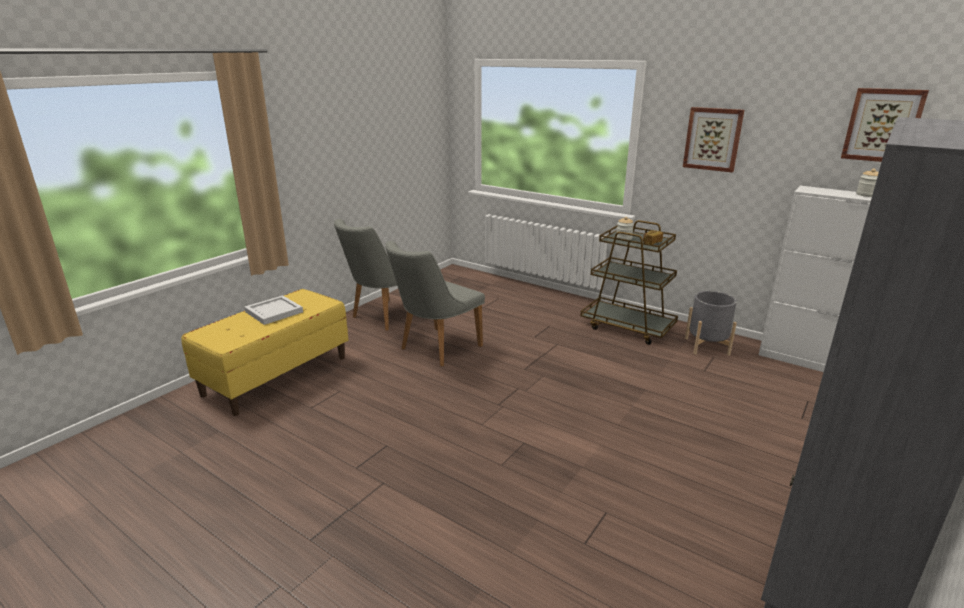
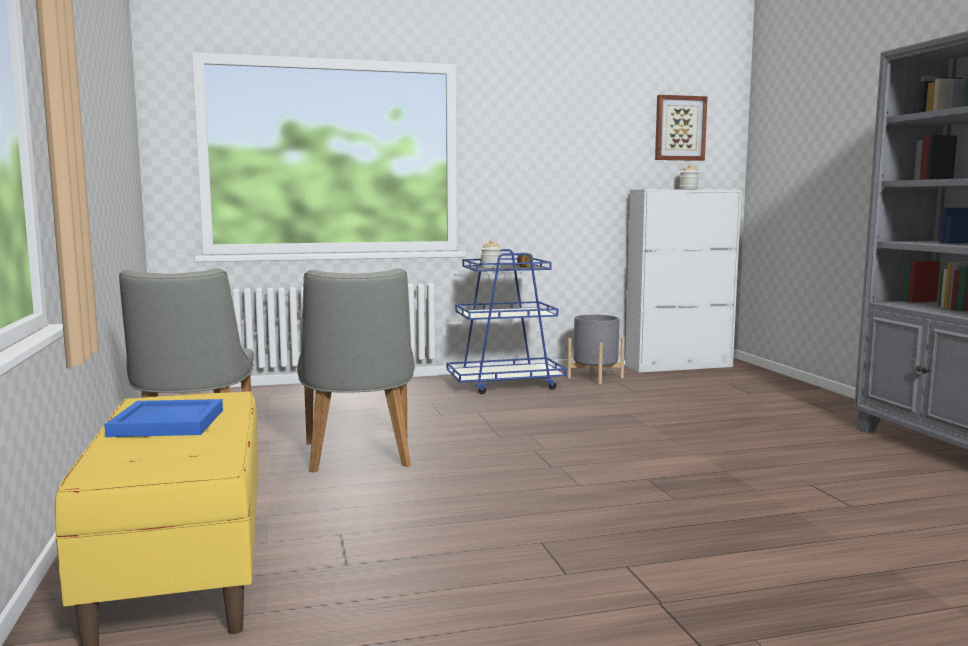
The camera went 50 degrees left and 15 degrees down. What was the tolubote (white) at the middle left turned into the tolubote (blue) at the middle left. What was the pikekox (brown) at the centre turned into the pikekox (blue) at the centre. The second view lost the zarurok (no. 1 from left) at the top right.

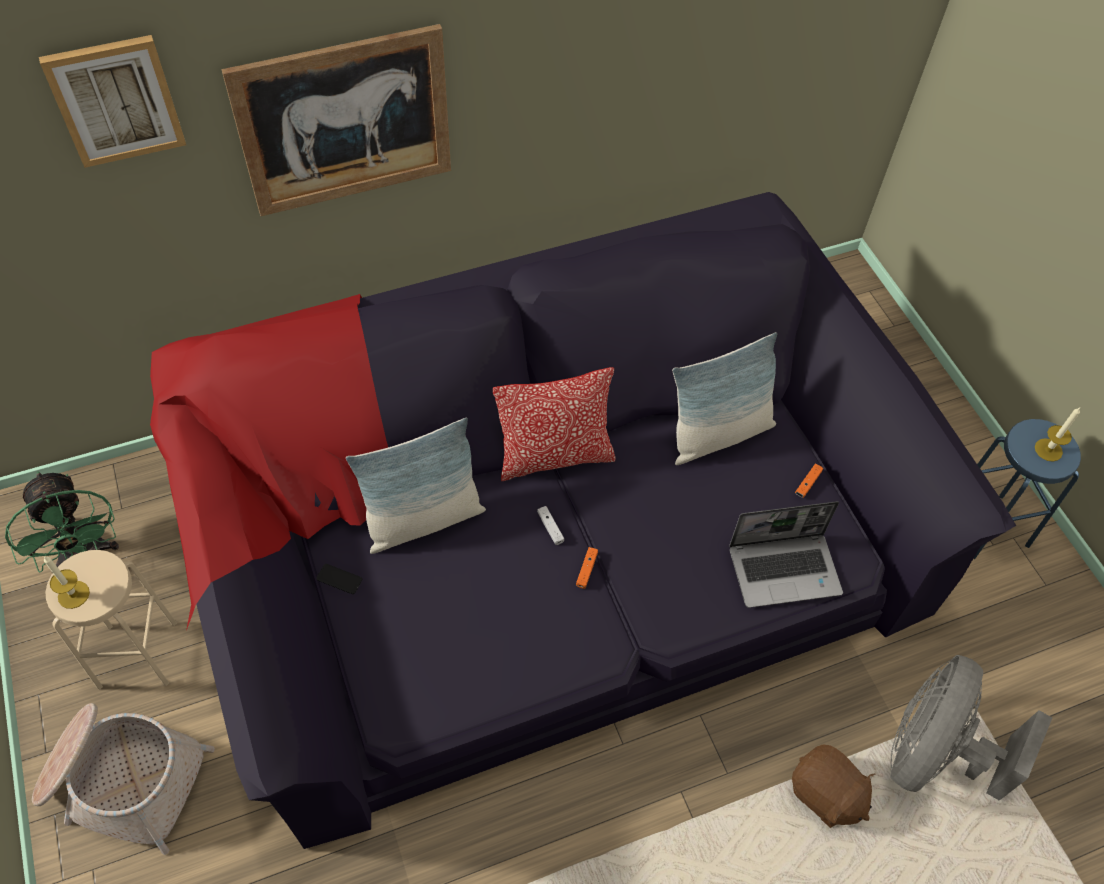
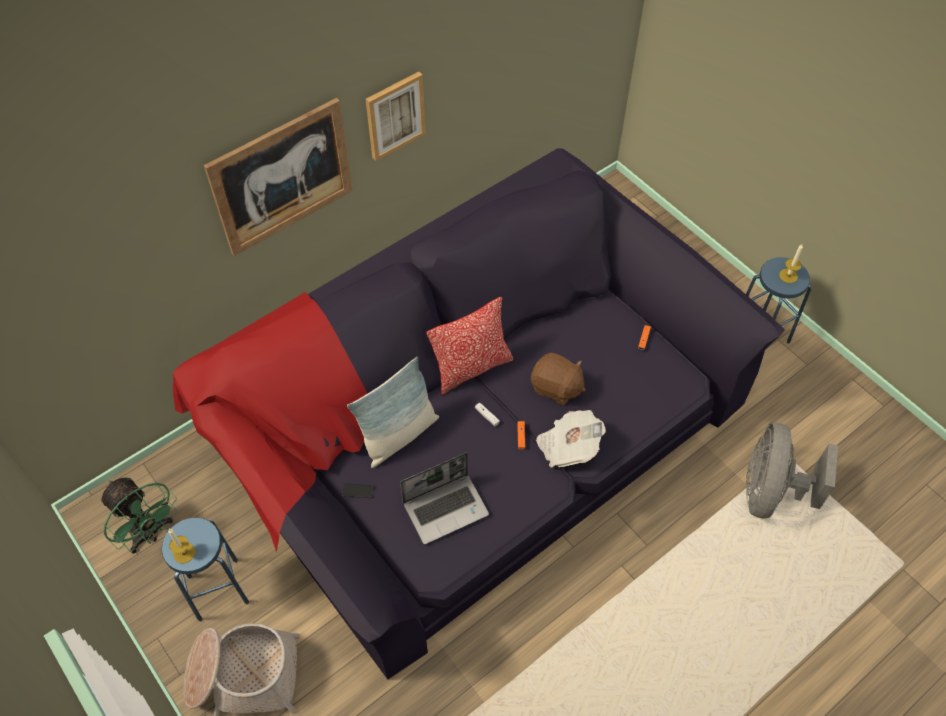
The camera went 15 degrees left and 0 degrees up. What was the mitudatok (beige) at the bottom left turned into the mitudatok (blue) (no. 1 from left) at the bottom left. The zarurok (no. 1 from left in the first image) ended up elsewhere, having gone from the top left to the top centre. The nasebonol ended up elsewhere, having gone from the middle right to the bottom centre. The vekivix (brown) ended up elsewhere, having gone from the bottom right to the centre. The second view gained the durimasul at the centre. The second view lost the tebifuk (no. 3 from left) at the centre.

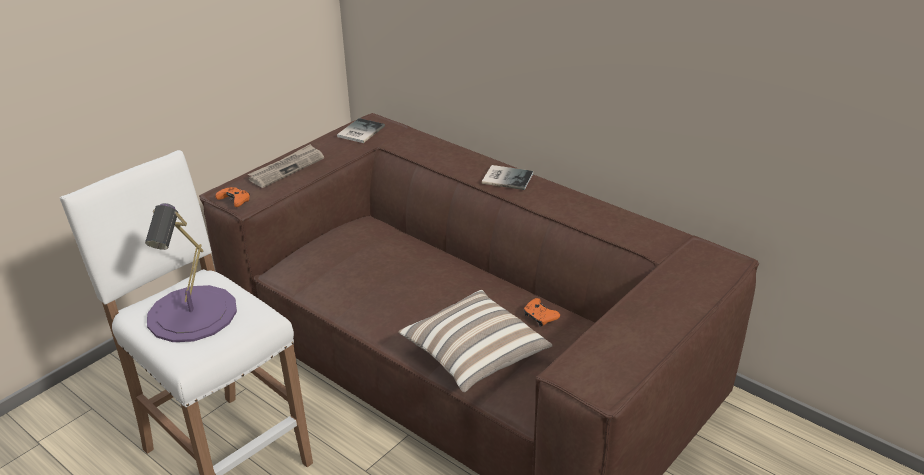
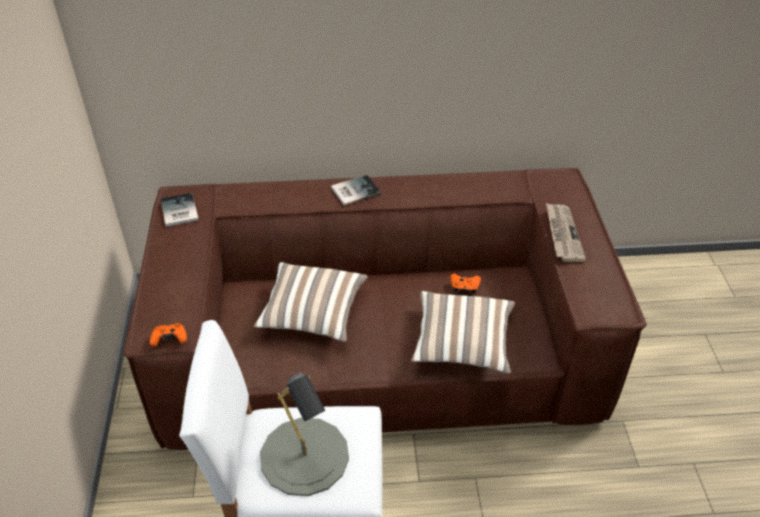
The camera went 45 degrees left and 10 degrees up. The second view gained the tebifuk (no. 1 from left) at the centre. What was the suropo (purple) at the middle left turned into the suropo (grey) at the bottom centre. The durimasul ended up elsewhere, having gone from the middle left to the middle right.

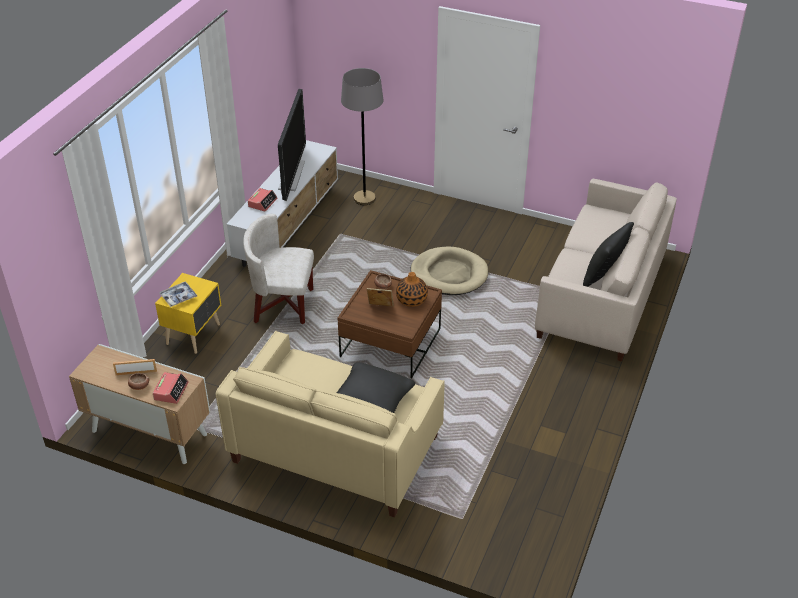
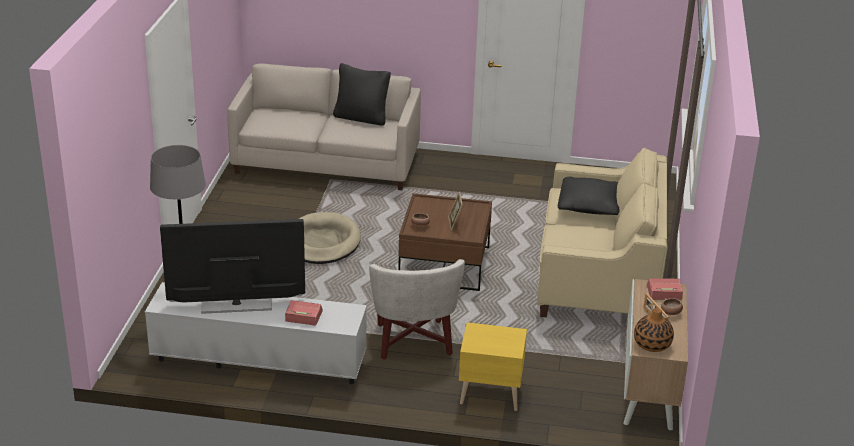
The camera went 105 degrees left and 10 degrees down. The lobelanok ended up elsewhere, having gone from the centre to the bottom right. The second view lost the tolubote at the middle left.

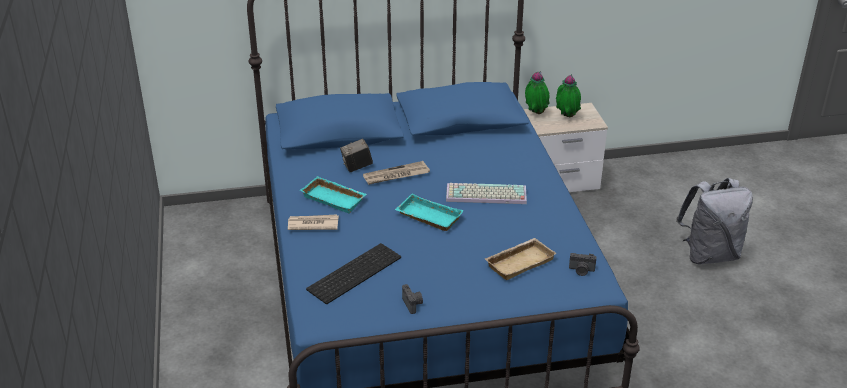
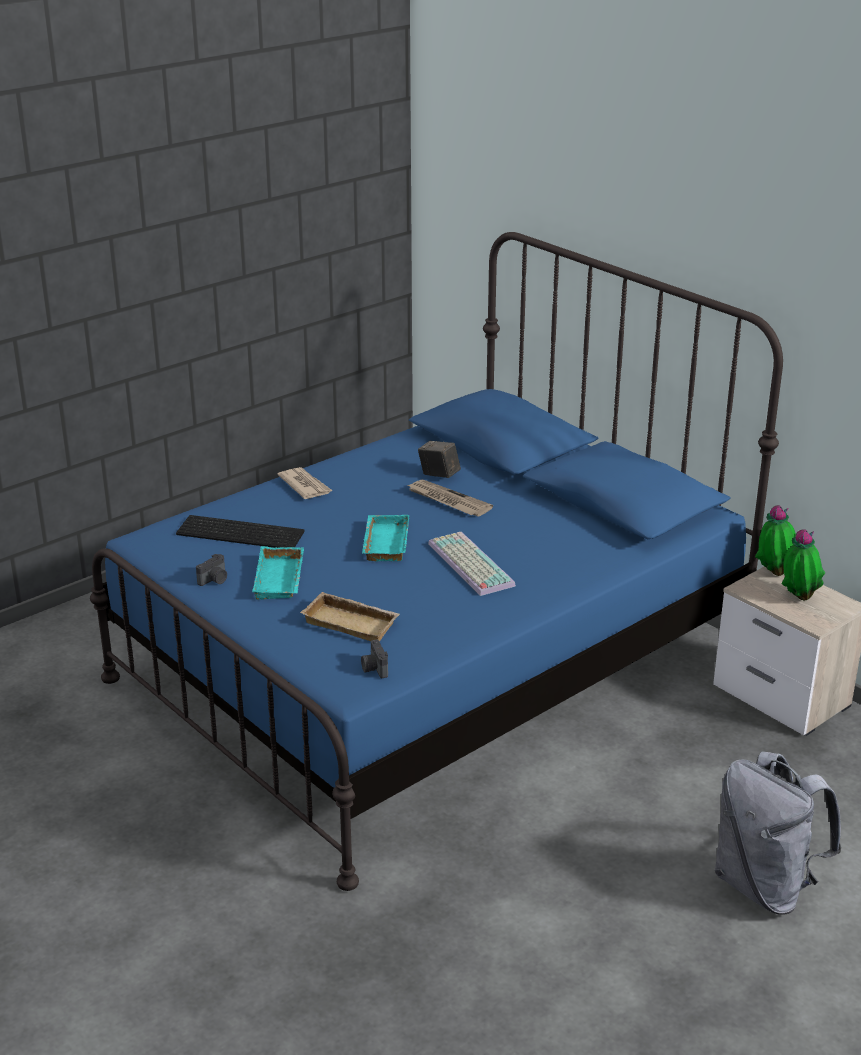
The camera went 60 degrees right and 5 degrees down. The tolubote (turquoise) (no. 1 from left) ended up elsewhere, having gone from the centre to the middle left.

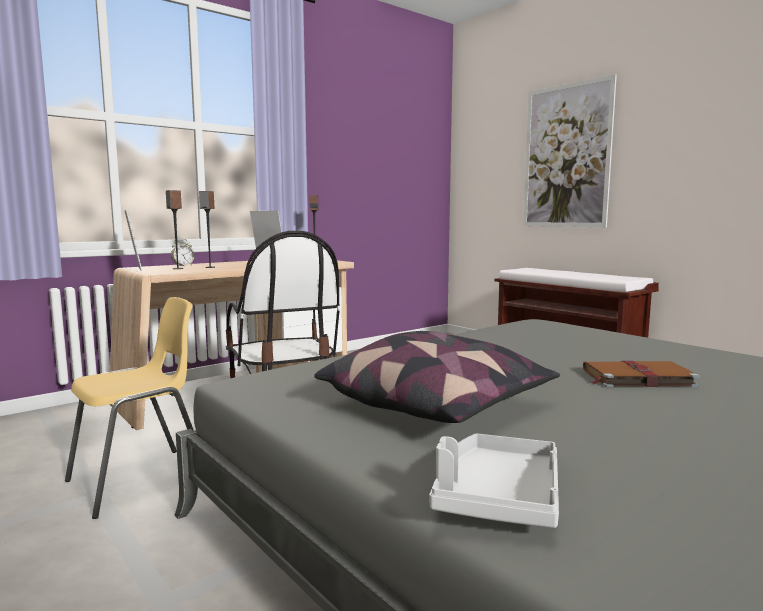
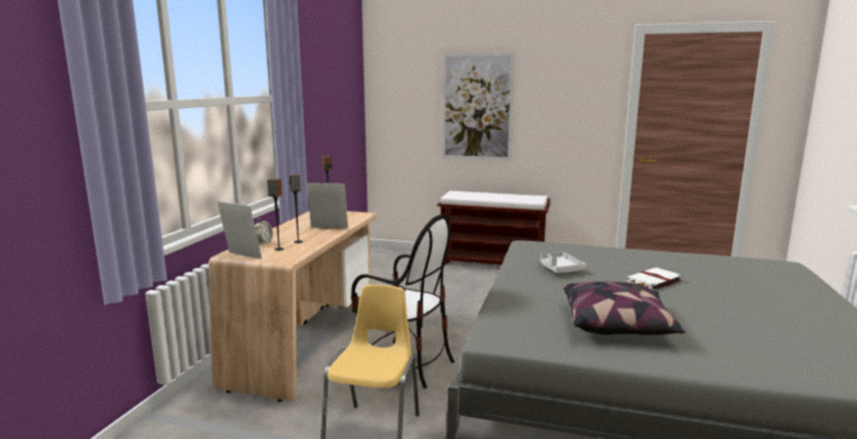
The camera went 35 degrees left and 5 degrees up. The tolubote (grey) ended up elsewhere, having gone from the bottom centre to the centre. What was the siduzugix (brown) at the middle right turned into the siduzugix (white) at the middle right.

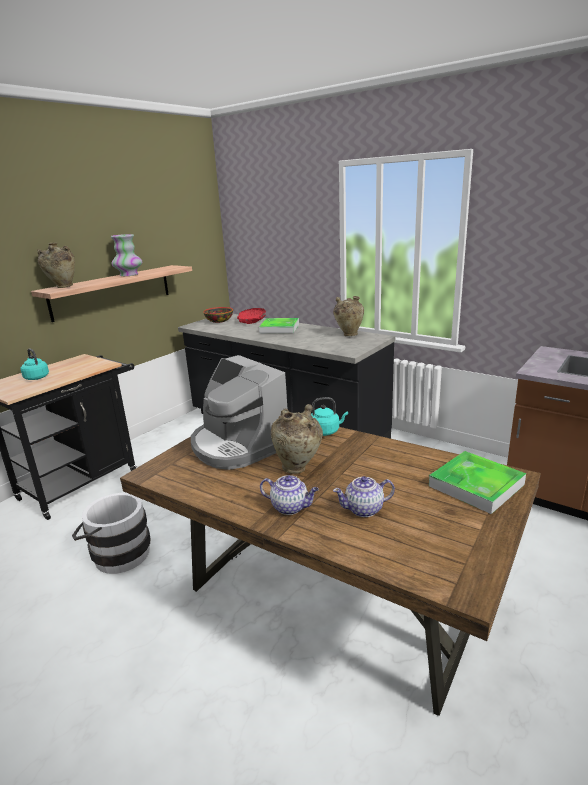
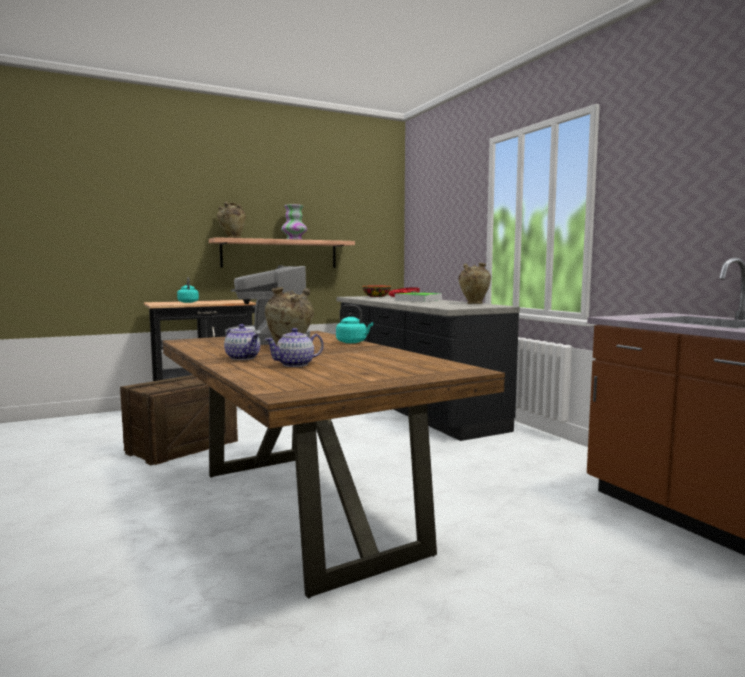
The camera went 25 degrees right and 15 degrees down. Where the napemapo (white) stood at the bottom left, the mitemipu came to stand at the middle left. The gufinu (no. 2 from left) at the centre ended up facing another way, 45 degrees counterclockwise from before. The second view lost the tolubote (no. 2 from left) at the middle right.

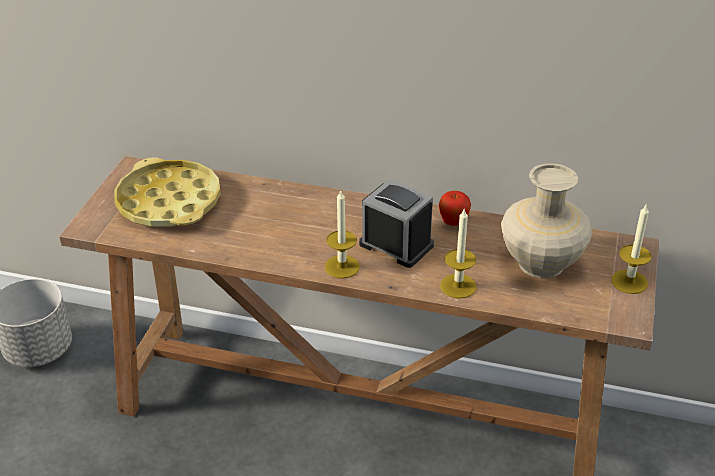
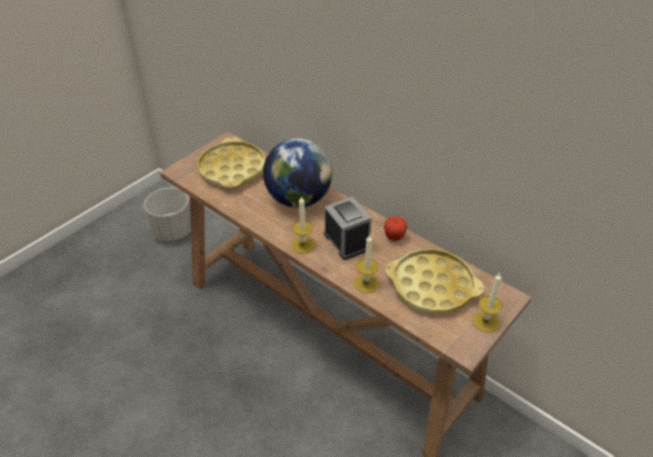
The camera went 25 degrees right and 5 degrees up. The second view gained the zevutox at the centre. Where the lobelanok (beige) stood at the middle right, the tolubote (yellow) (no. 2 from left) came to stand at the centre.

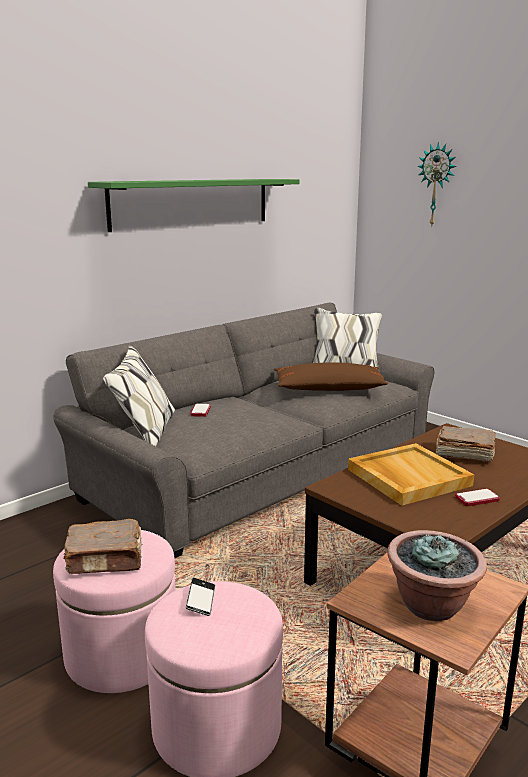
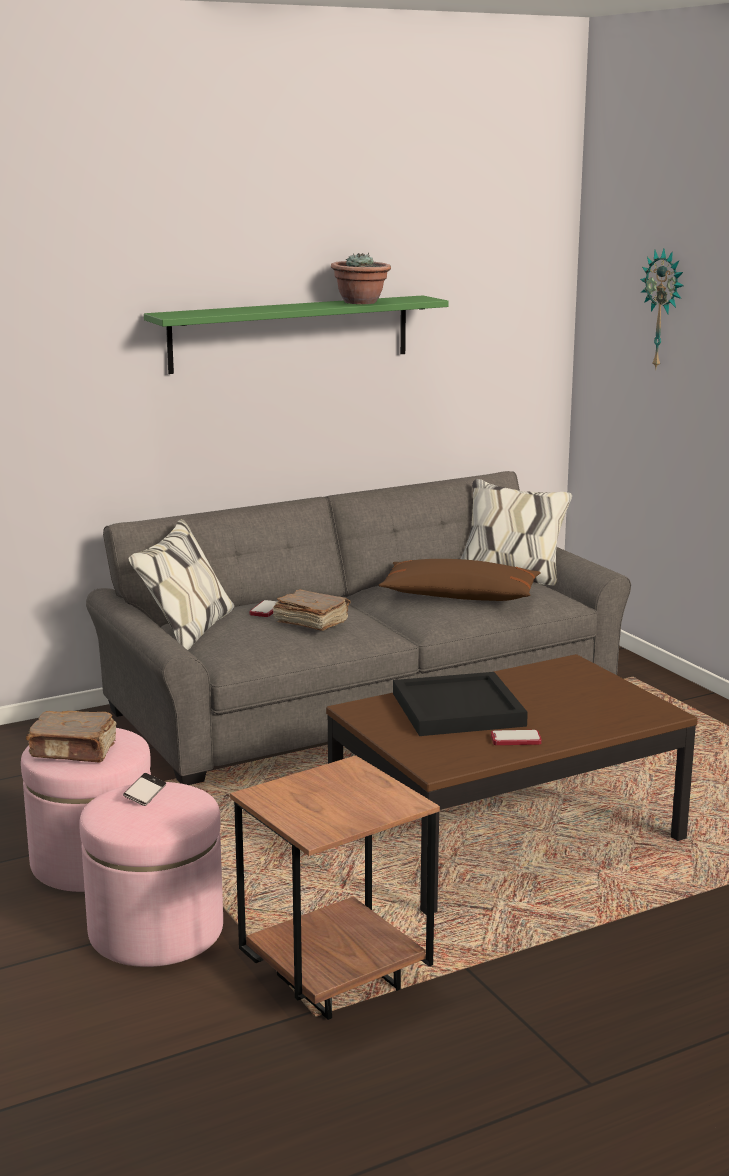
The camera went 15 degrees right and 0 degrees up. The siduzugix (brown) (no. 2 from left) ended up elsewhere, having gone from the middle right to the centre. The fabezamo ended up elsewhere, having gone from the bottom right to the top centre. What was the tolubote (beige) at the middle right turned into the tolubote (black) at the centre.

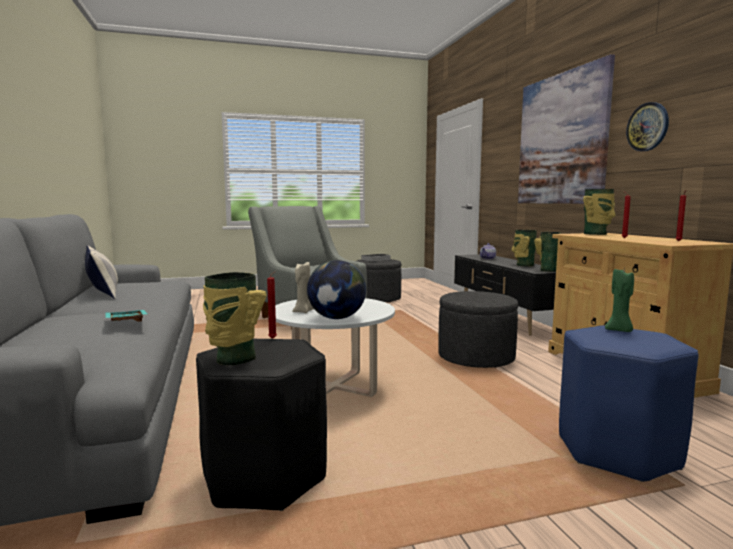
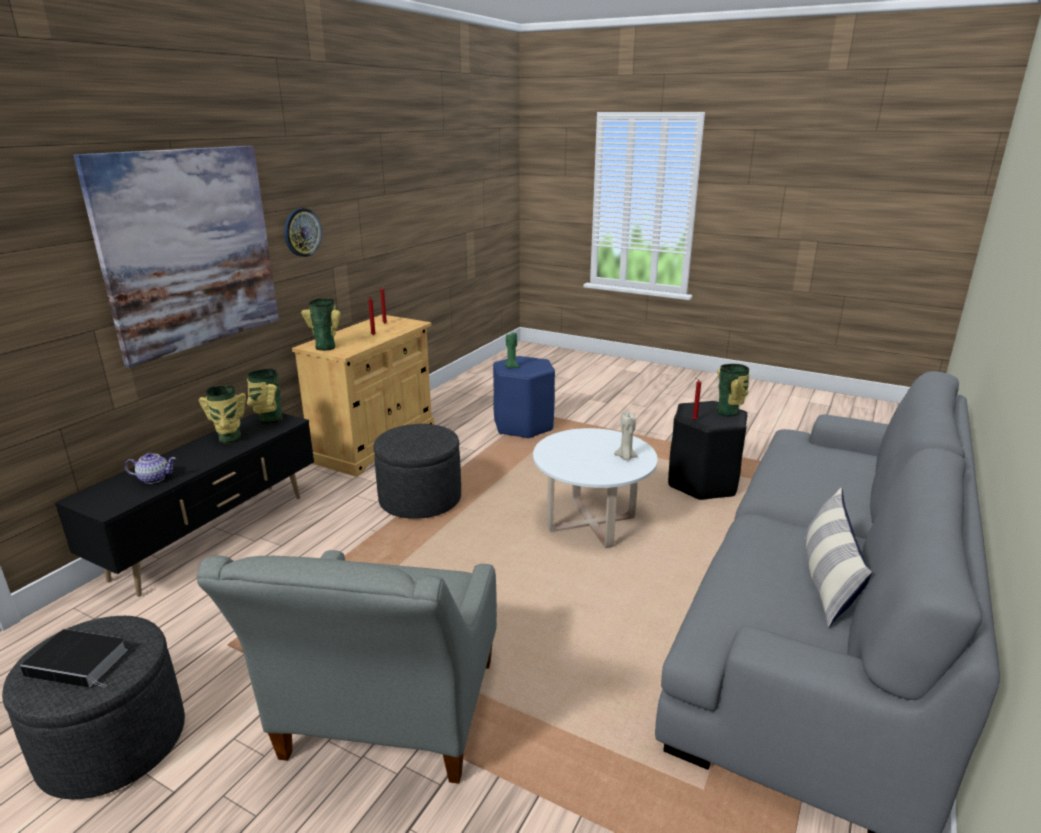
The camera went 135 degrees left and 15 degrees up. The second view lost the tolubote (turquoise) at the middle left. The second view lost the zevutox at the centre.

